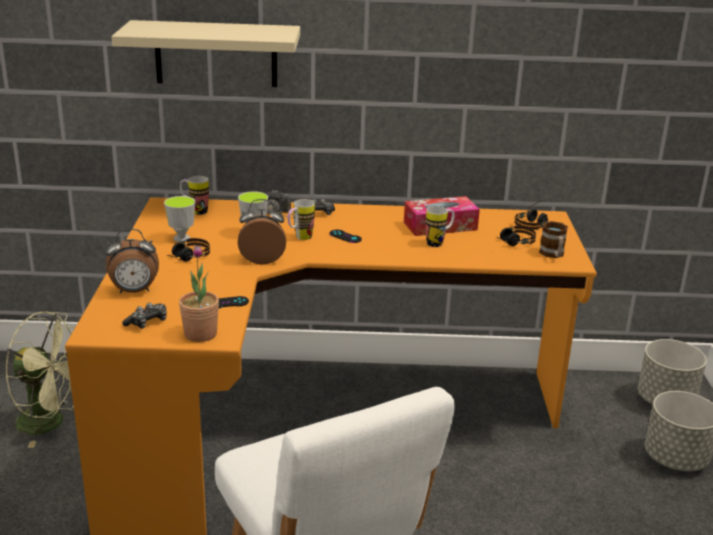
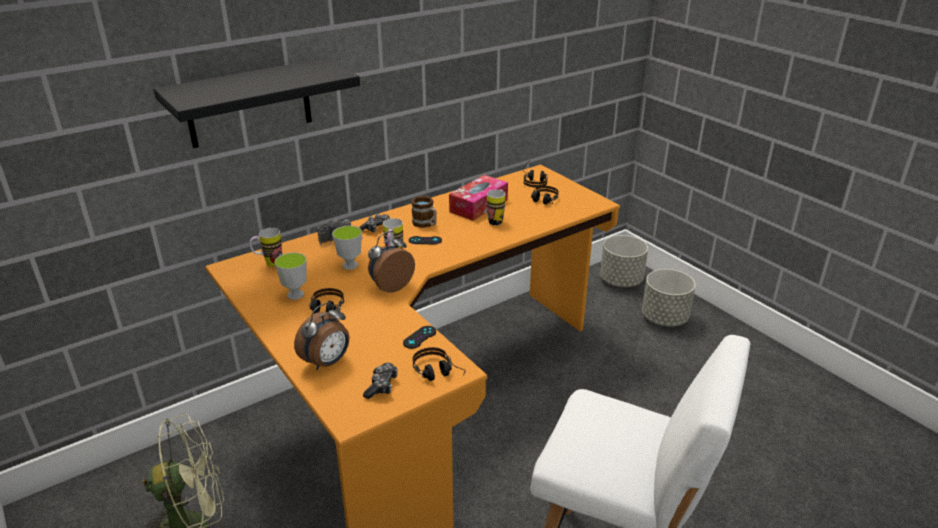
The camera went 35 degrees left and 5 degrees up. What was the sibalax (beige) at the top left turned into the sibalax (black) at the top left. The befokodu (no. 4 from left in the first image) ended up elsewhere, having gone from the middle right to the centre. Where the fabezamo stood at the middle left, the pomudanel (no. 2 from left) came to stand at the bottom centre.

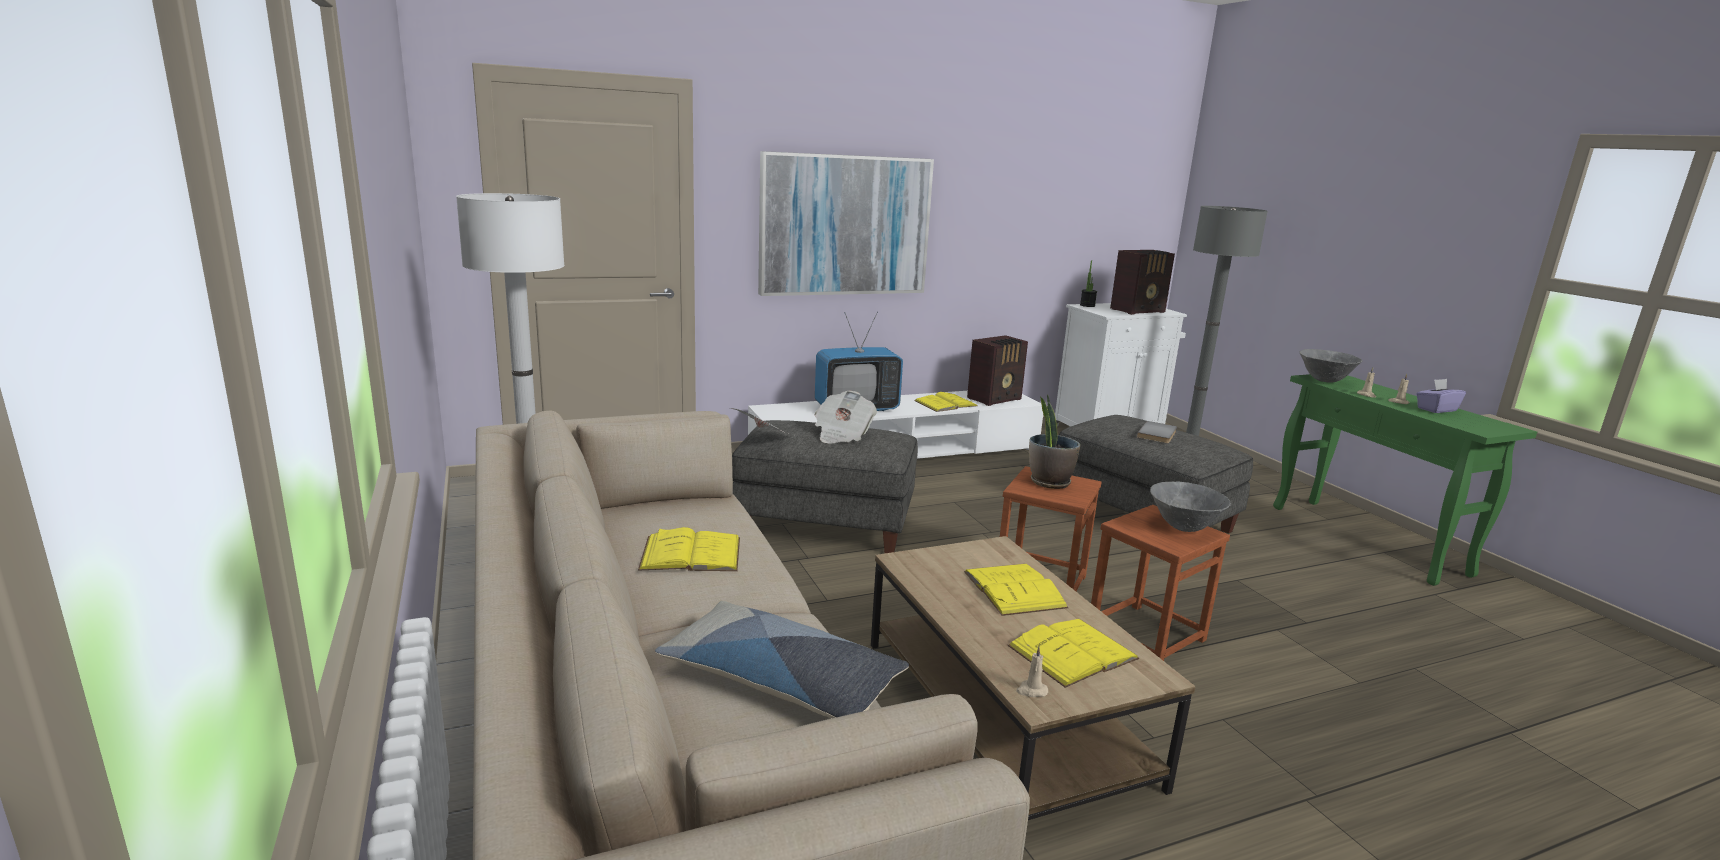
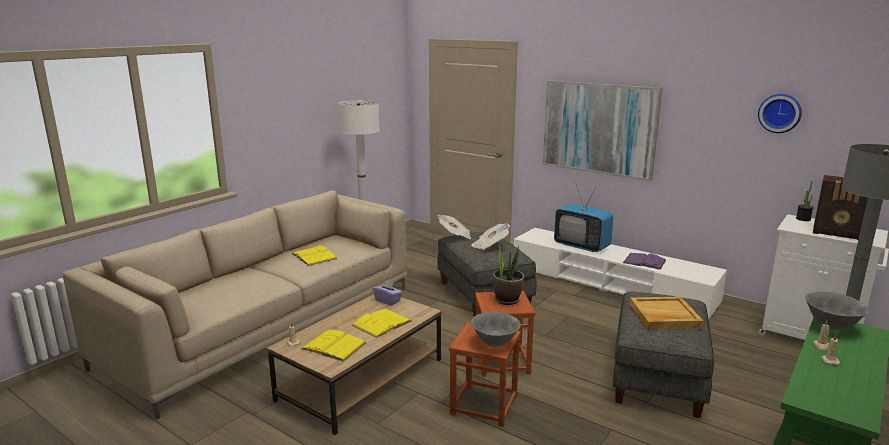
The camera went 60 degrees right and 0 degrees up. The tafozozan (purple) ended up elsewhere, having gone from the middle right to the centre. What was the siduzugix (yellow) (no. 2 from left) at the centre turned into the siduzugix (purple) at the middle right. Where the siduzugix (grey) stood at the middle right, the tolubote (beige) came to stand at the bottom right. The second view gained the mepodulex at the top right. The second view lost the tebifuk at the bottom centre. The second view lost the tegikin (no. 1 from left) at the centre.

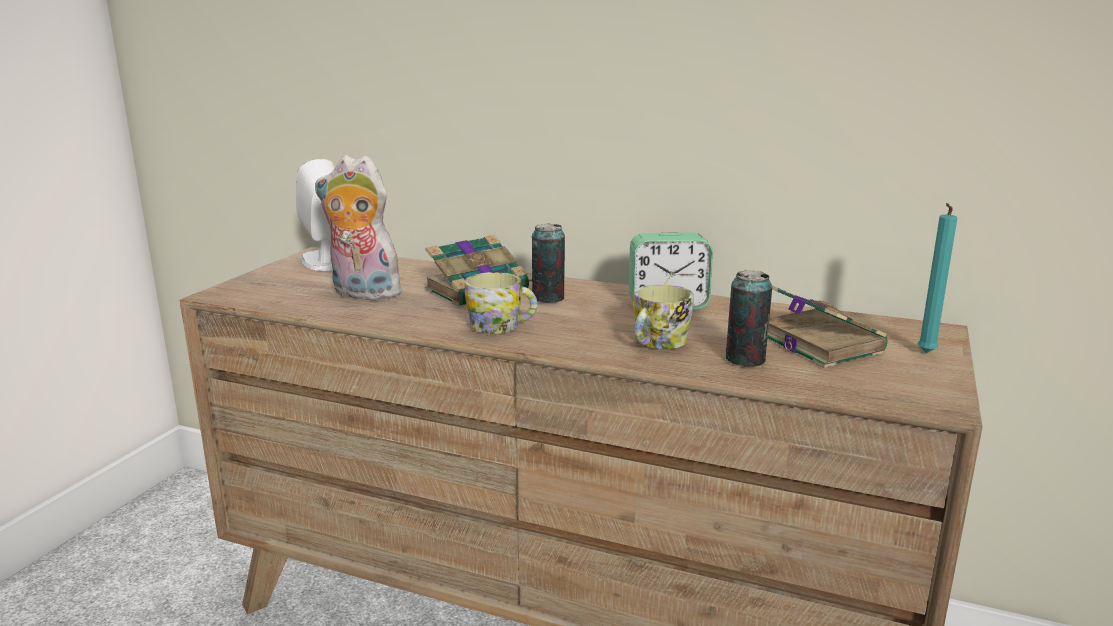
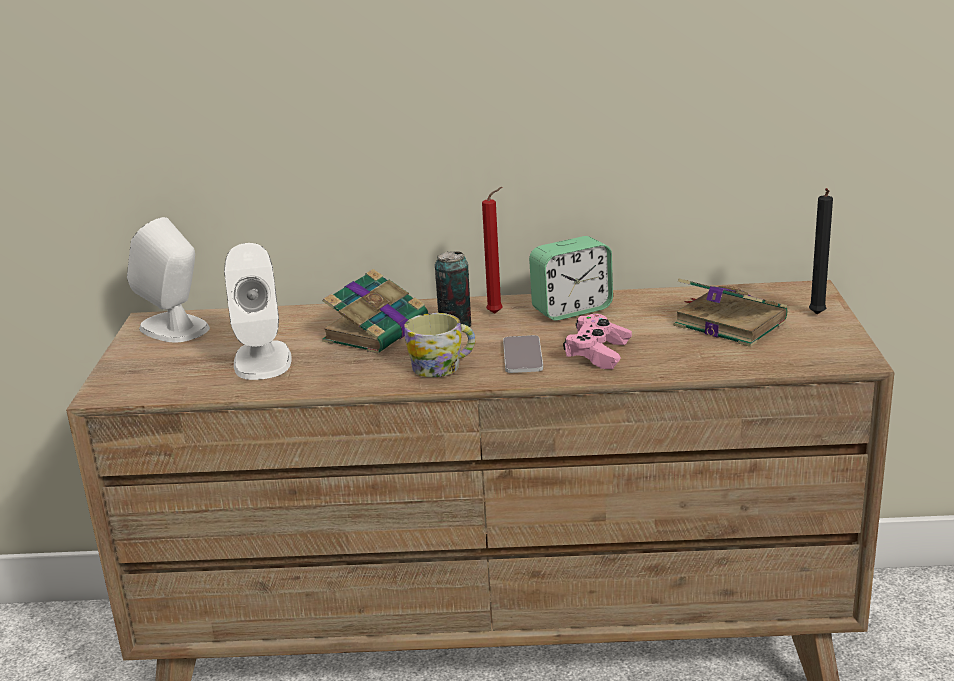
The camera went 20 degrees left and 5 degrees up. Where the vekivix stood at the middle left, the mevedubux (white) (no. 2 from left) came to stand at the middle left. The second view gained the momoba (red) at the centre. The second view gained the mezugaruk at the centre. Where the befokodu (no. 2 from left) stood at the centre, the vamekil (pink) came to stand at the centre. What was the momoba (turquoise) at the middle right turned into the momoba (black) at the middle right. The second view lost the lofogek (no. 2 from left) at the middle right.

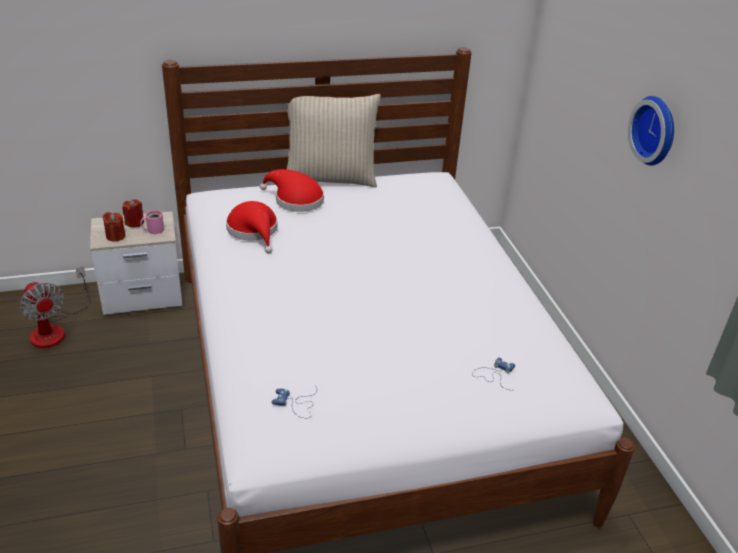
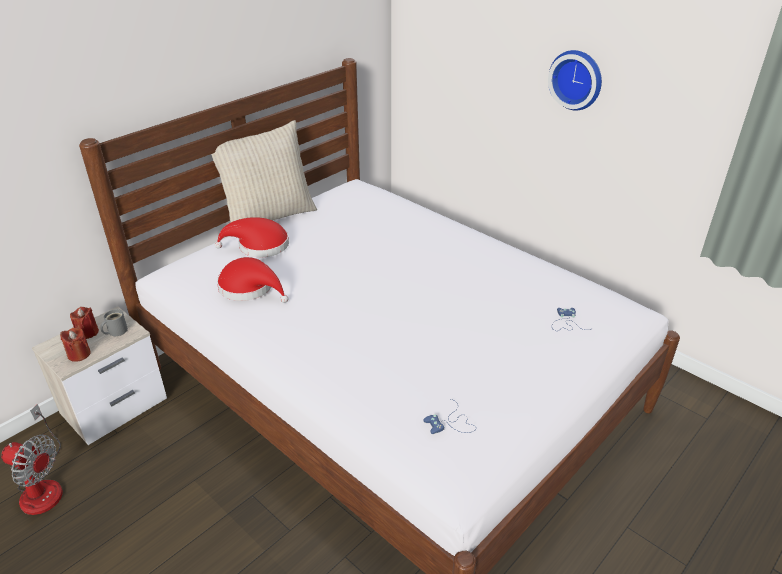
The camera went 30 degrees left and 0 degrees up. What was the befokodu (pink) at the middle left turned into the befokodu (grey) at the middle left.

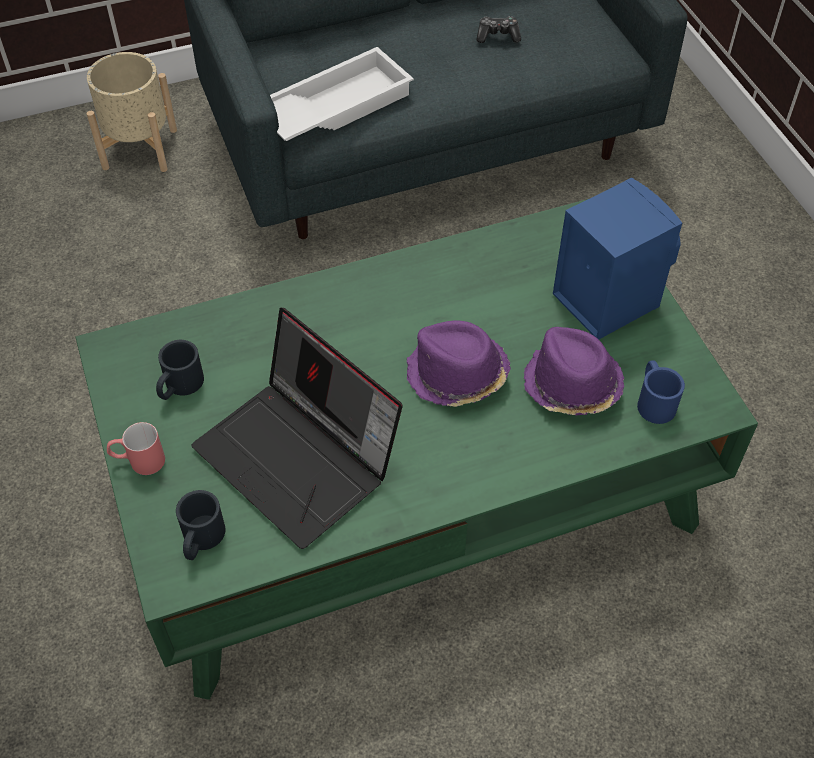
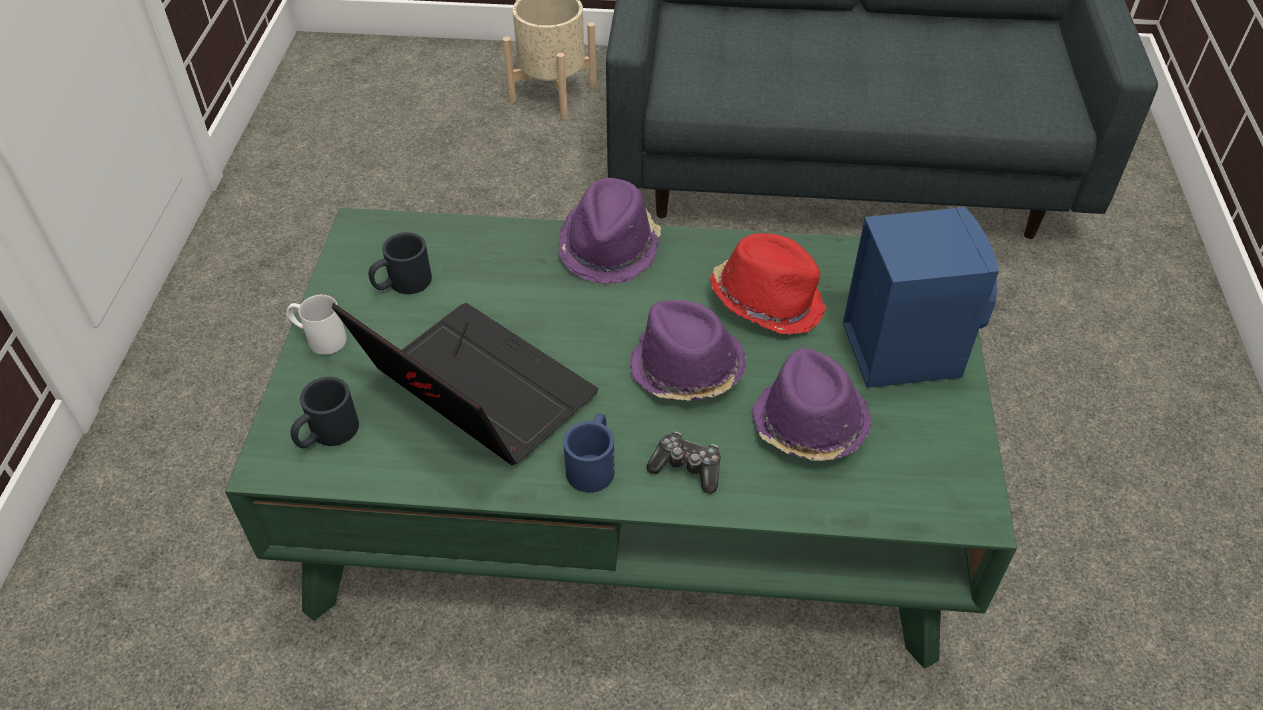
The camera went 25 degrees right and 5 degrees down. What was the befokodu (red) at the middle left turned into the befokodu (white) at the middle left. The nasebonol at the centre ended up facing another way, 150 degrees clockwise from before. The second view gained the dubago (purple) (no. 1 from left) at the top centre. The befokodu (blue) ended up elsewhere, having gone from the middle right to the centre. The vamekil ended up elsewhere, having gone from the top centre to the centre. The second view gained the dubago (red) at the centre. The second view lost the tolubote (white) at the top centre.

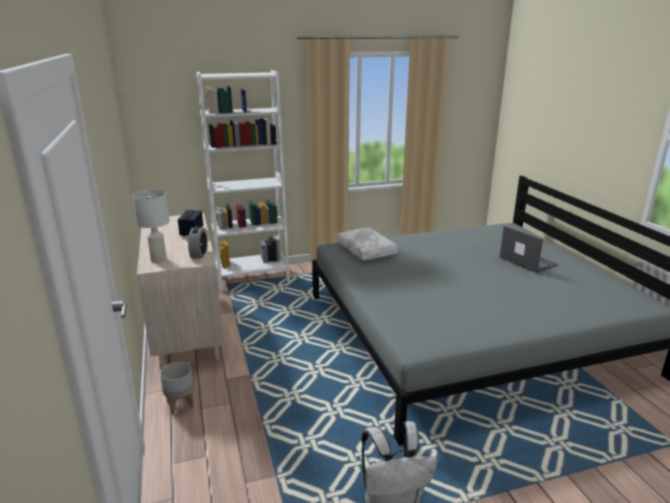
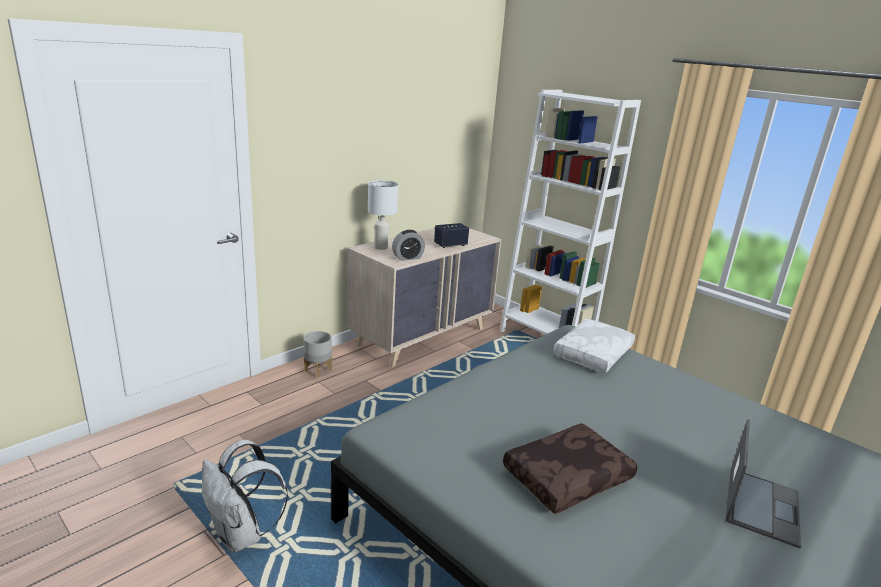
The camera went 60 degrees right and 0 degrees up. The second view gained the tebifuk (brown) at the bottom centre.

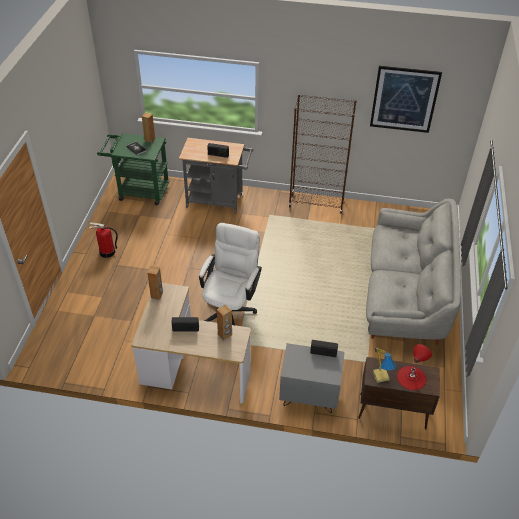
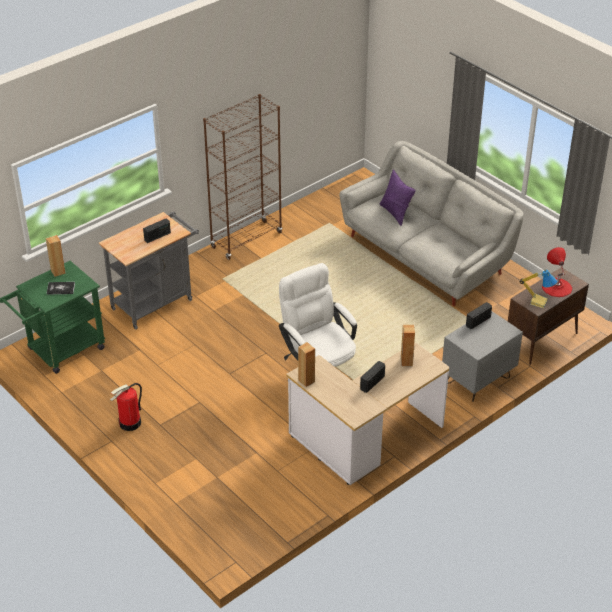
The camera went 50 degrees left and 5 degrees down. The second view gained the tebifuk (purple) at the top centre. The second view lost the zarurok at the top right.

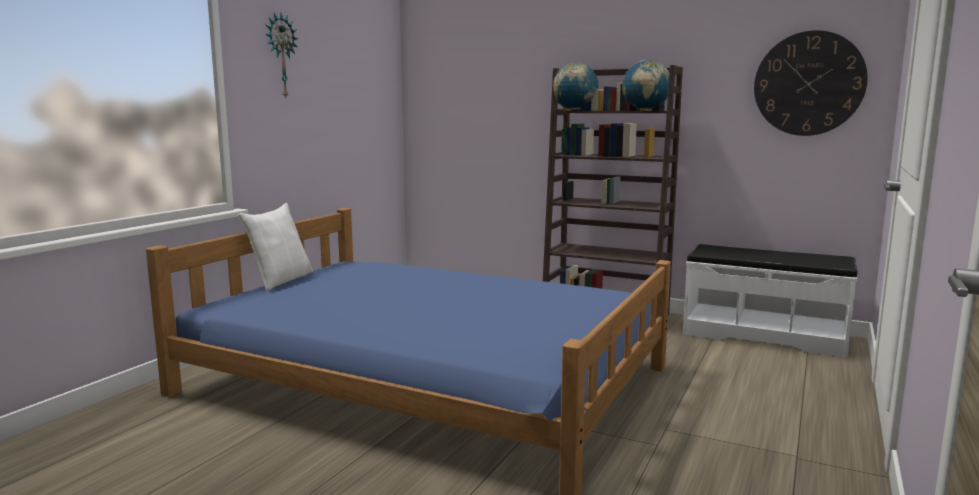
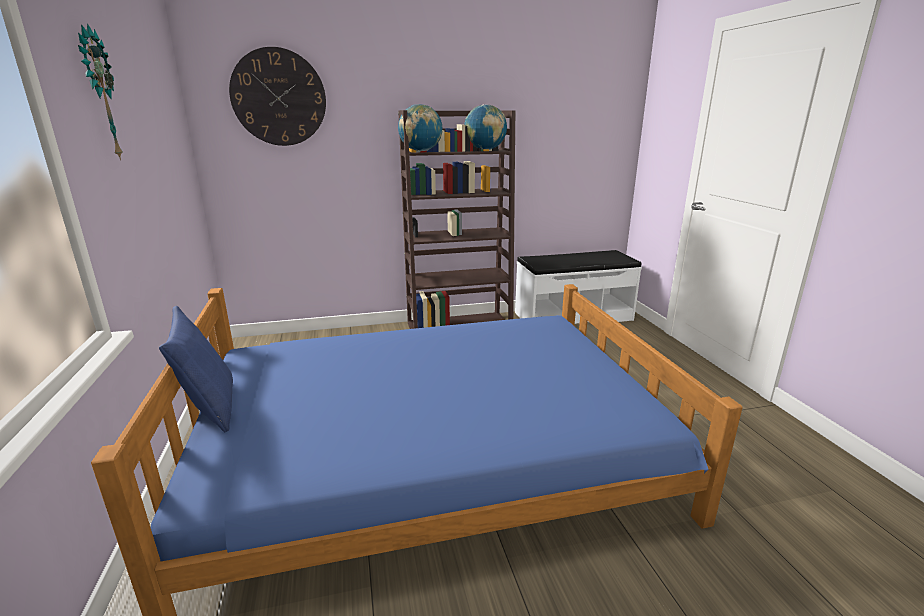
The camera went 40 degrees left and 10 degrees up. What was the tebifuk (white) at the middle left turned into the tebifuk (blue) at the middle left. The mepodulex (no. 2 from left) ended up elsewhere, having gone from the top right to the top left.

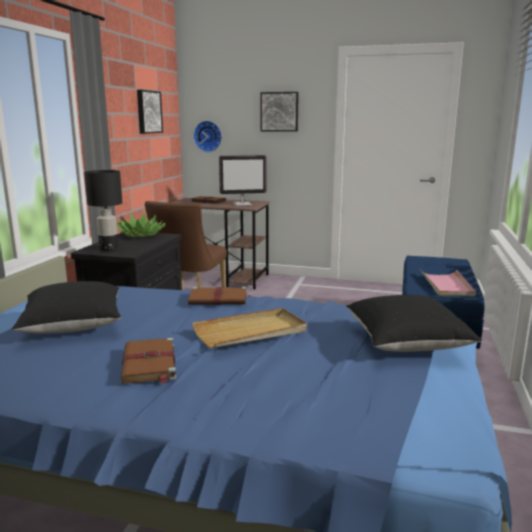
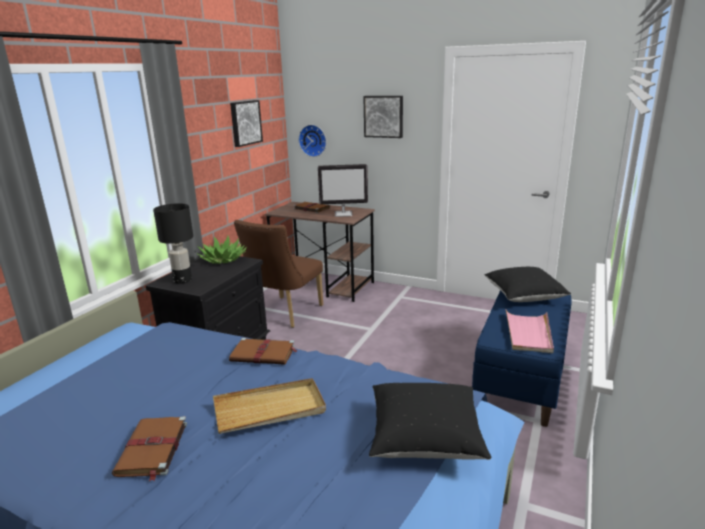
The camera went 10 degrees right and 5 degrees up. The tebifuk (black) (no. 1 from left in the first image) ended up elsewhere, having gone from the middle left to the middle right.

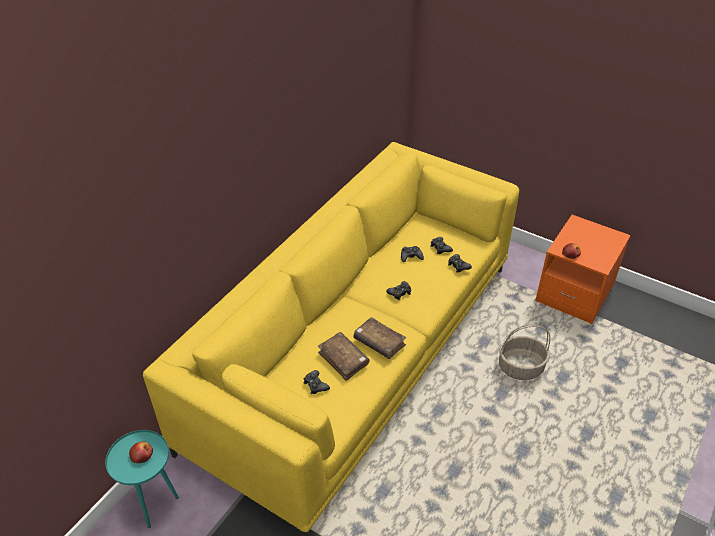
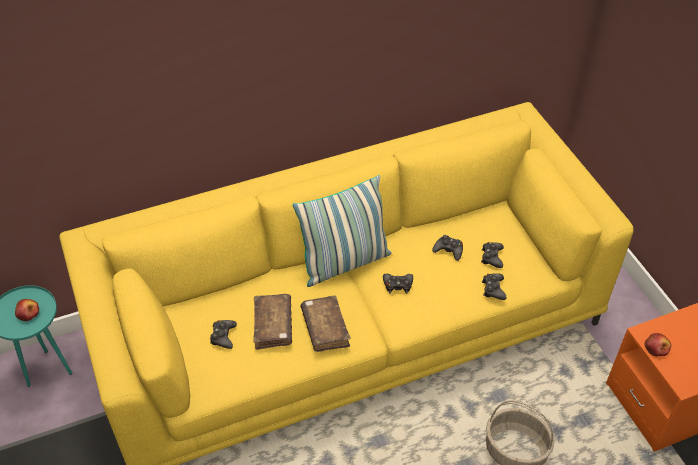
The camera went 35 degrees right and 5 degrees up. The second view gained the tebifuk at the centre.

